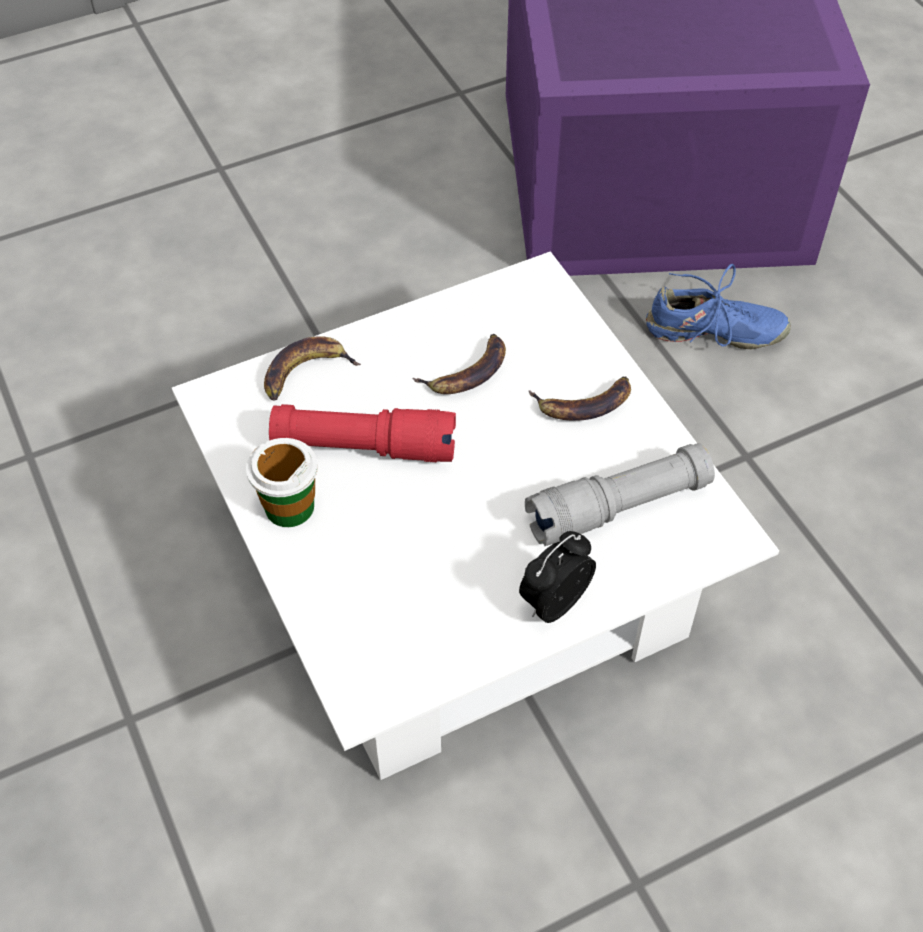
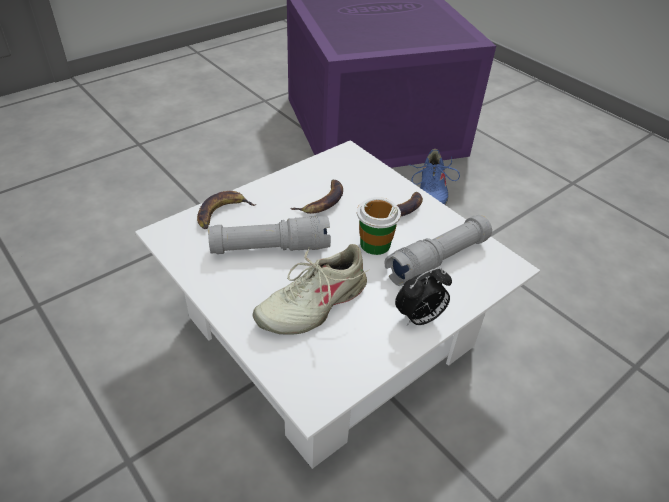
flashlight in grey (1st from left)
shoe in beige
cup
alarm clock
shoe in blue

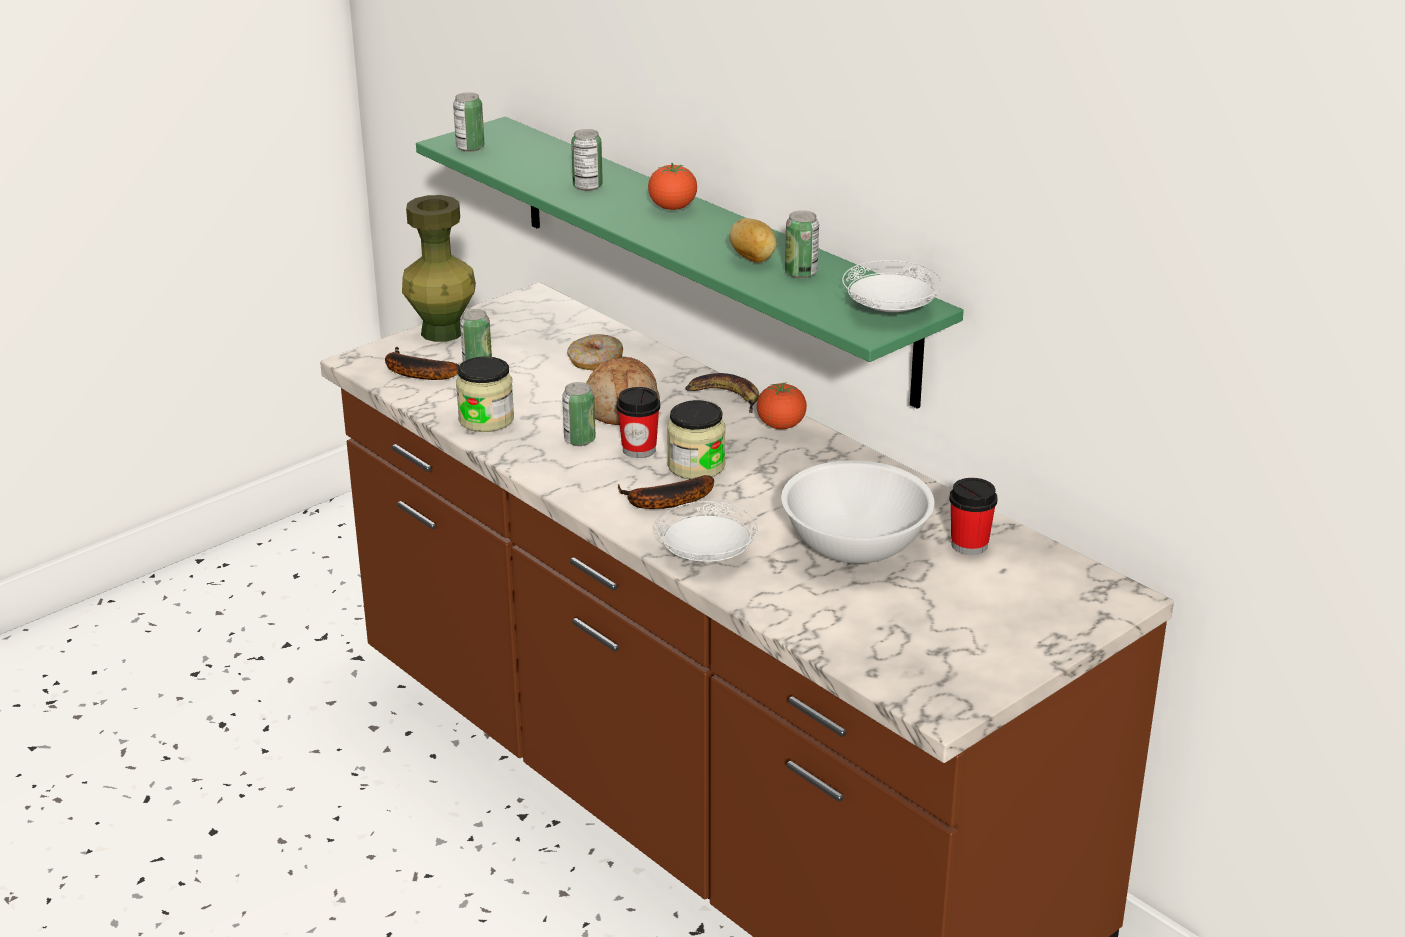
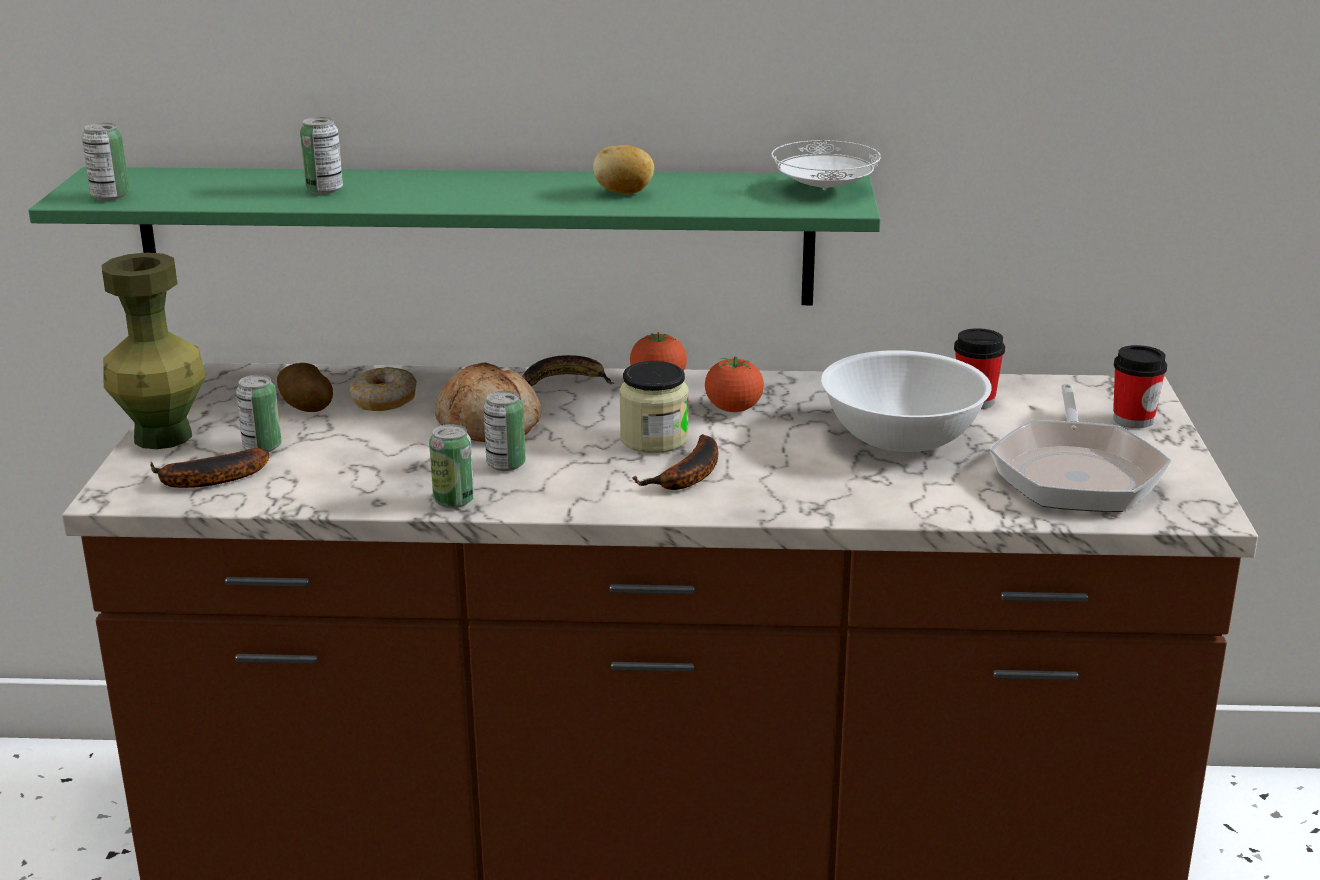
potato (1st from left)
can (4th from left)
tomato (2nd from left)
frying pan
cup (2nd from left)
jar (1st from left in the first image)
plate in white (1st from left in the first image)

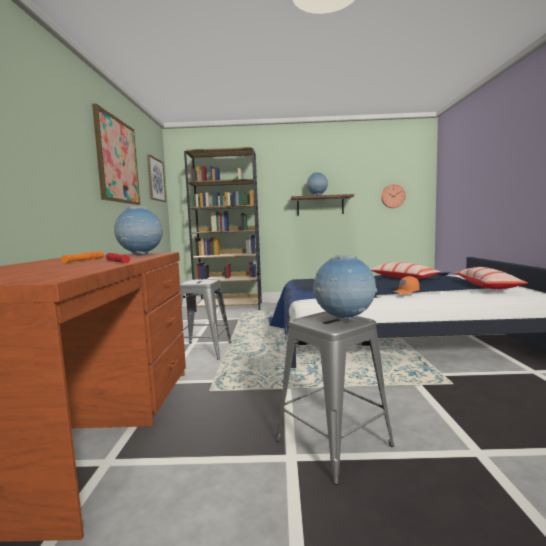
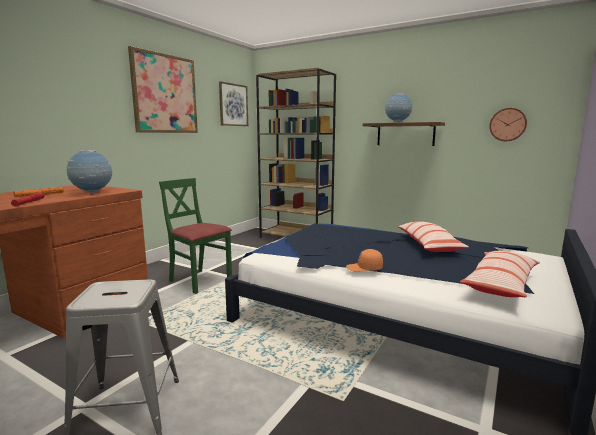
chair in green
globe (3rd from left in the first image)

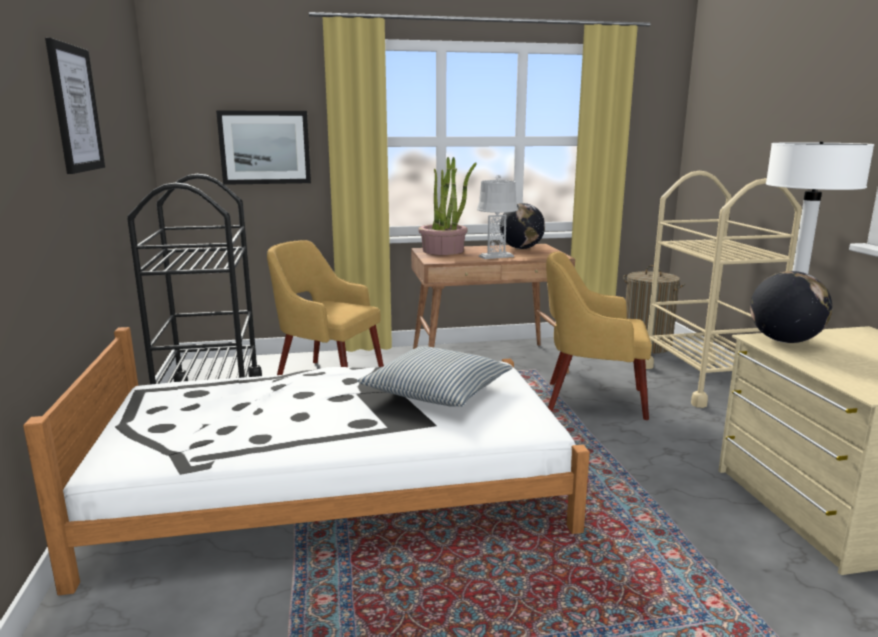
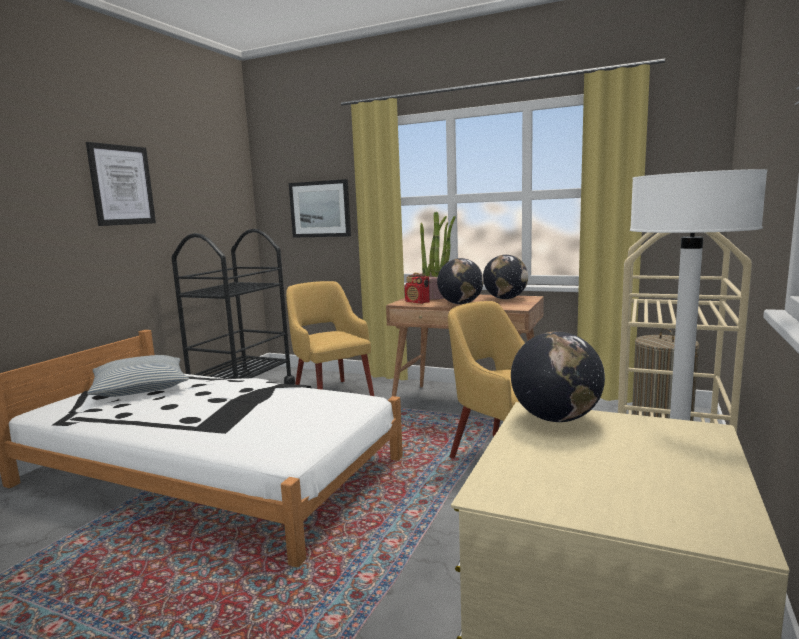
pillow
radio
globe (1st from left)

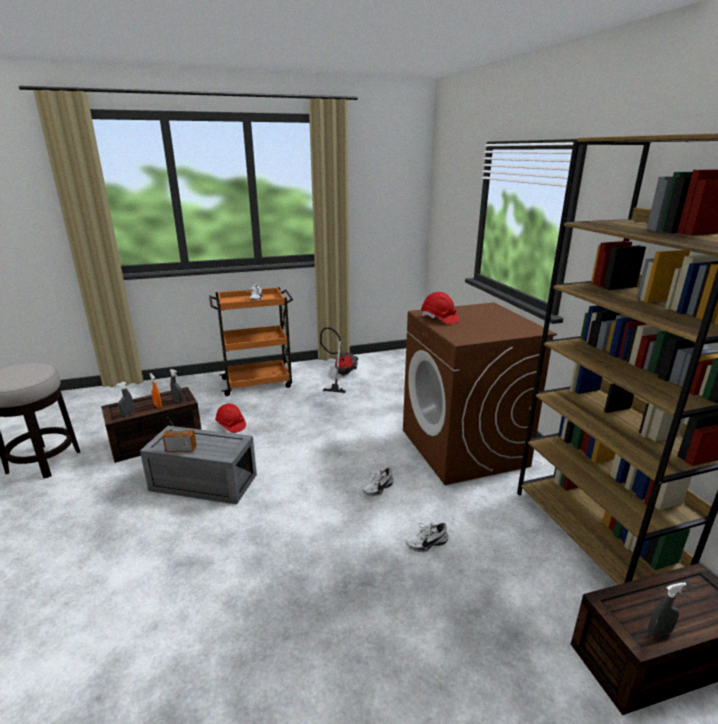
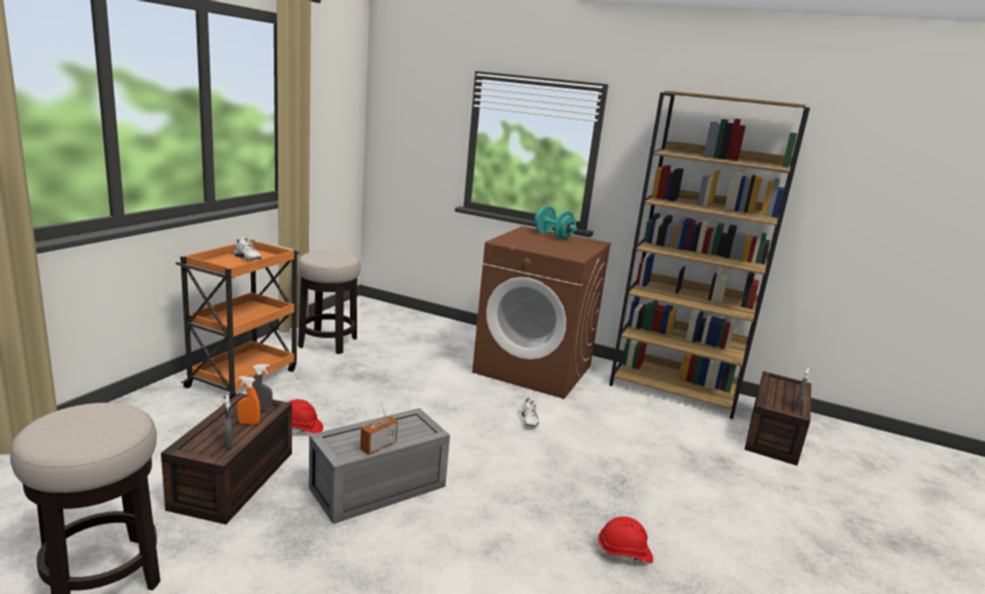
stool (2nd from left)
dumbbell in turquoise
hard hat in red (2nd from left)
shoe in white (3rd from left in the first image)

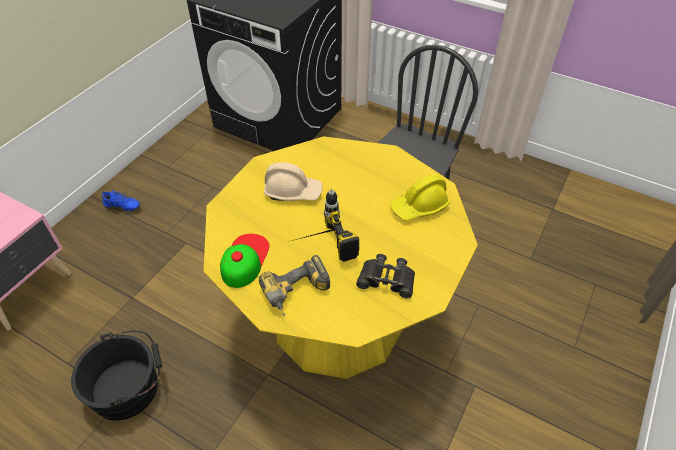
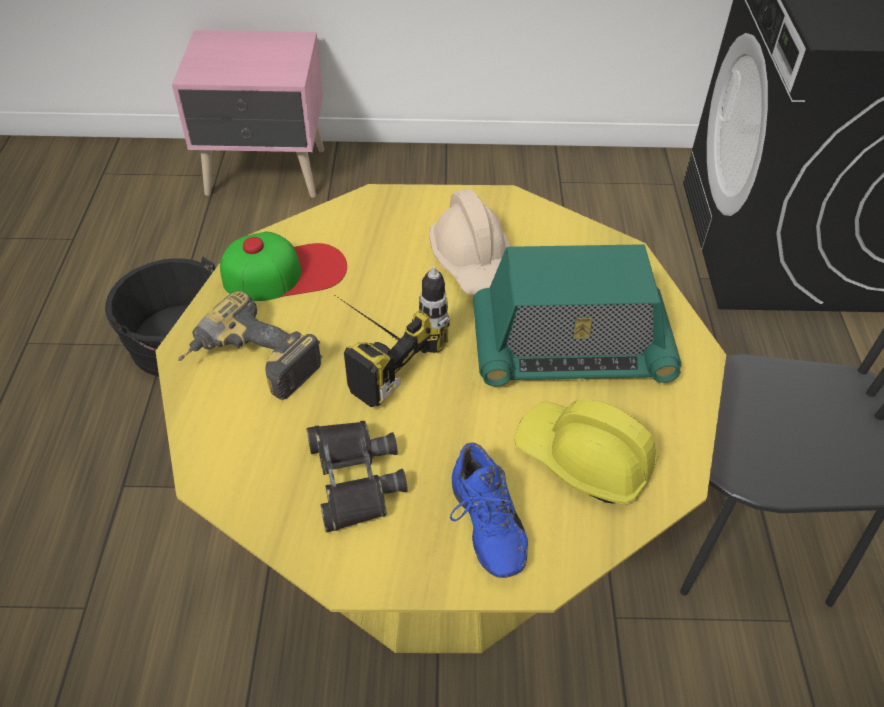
shoe in blue
radio

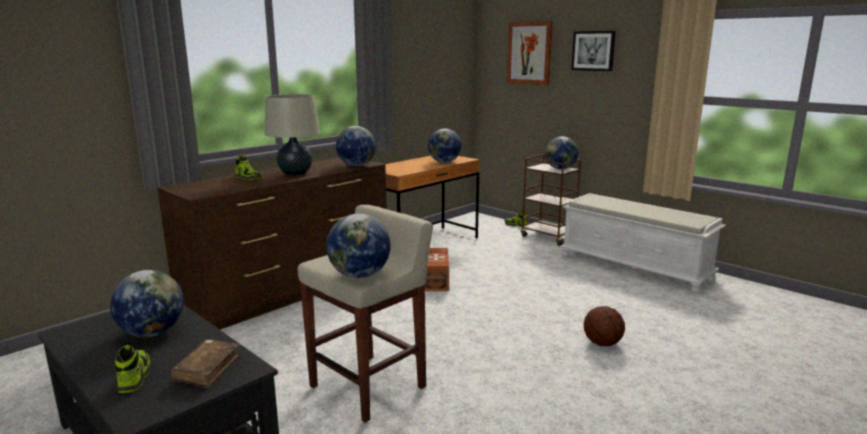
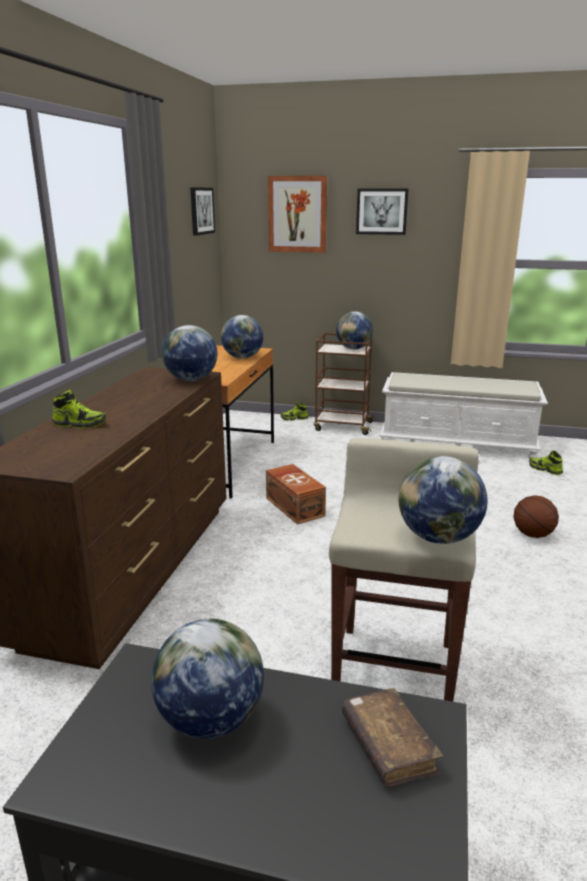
picture (1st from left)
shoe (3rd from left)
table lamp in beige

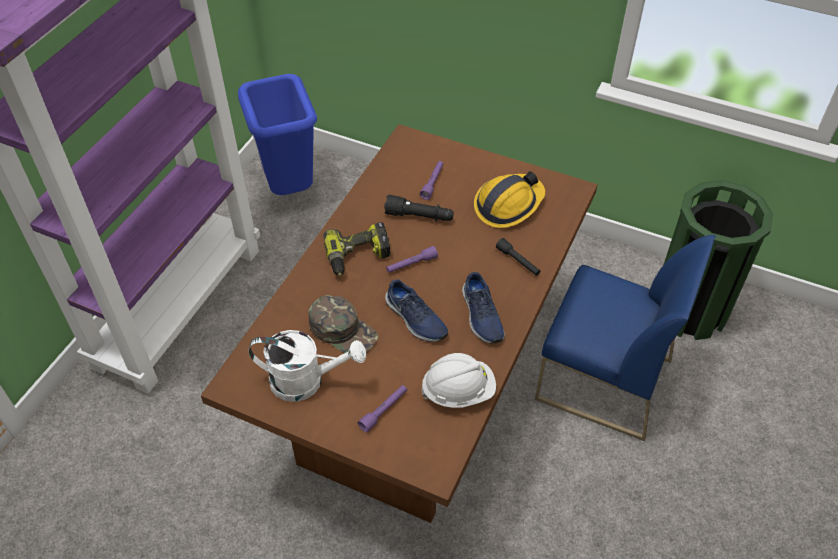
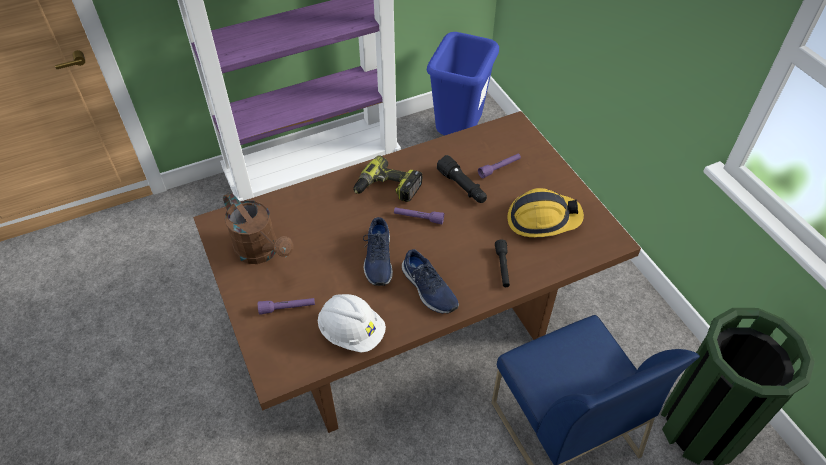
watering can in brown
shoe in blue (2nd from left)
cap in green

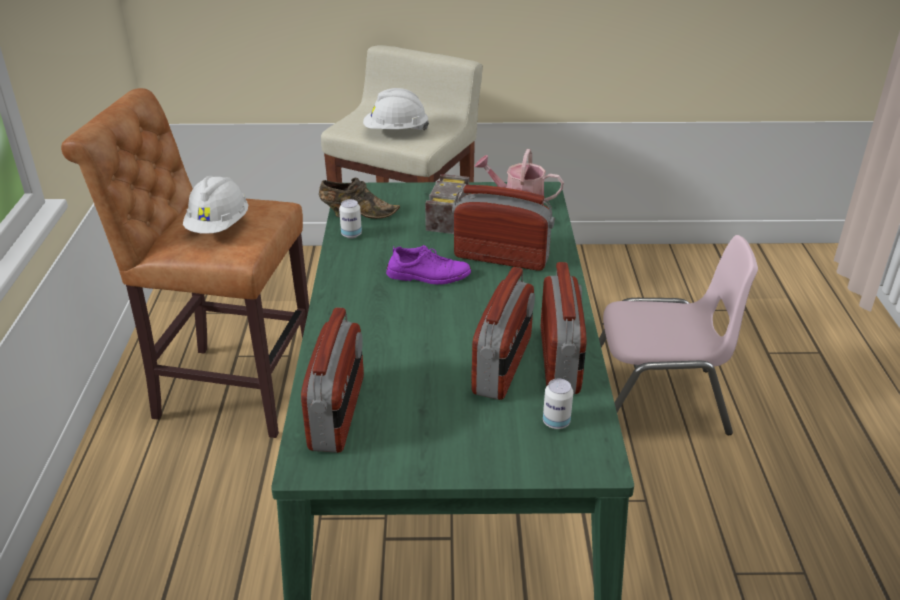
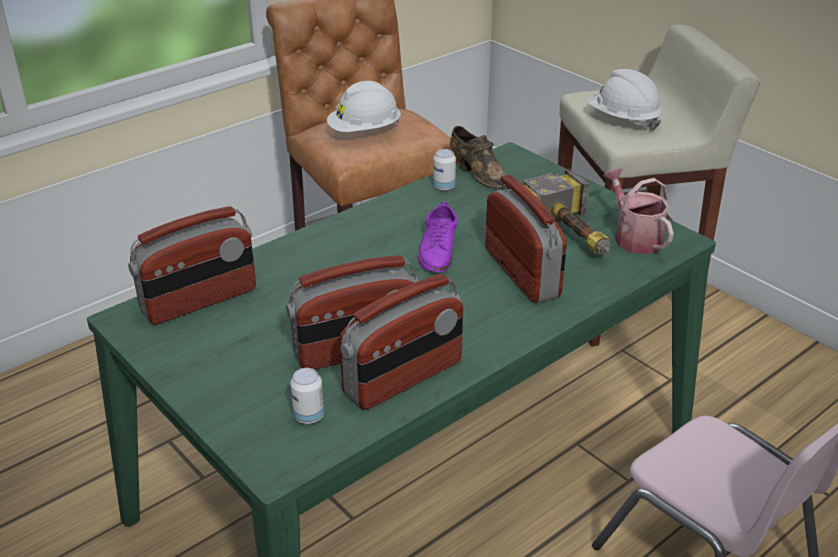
shoe in purple

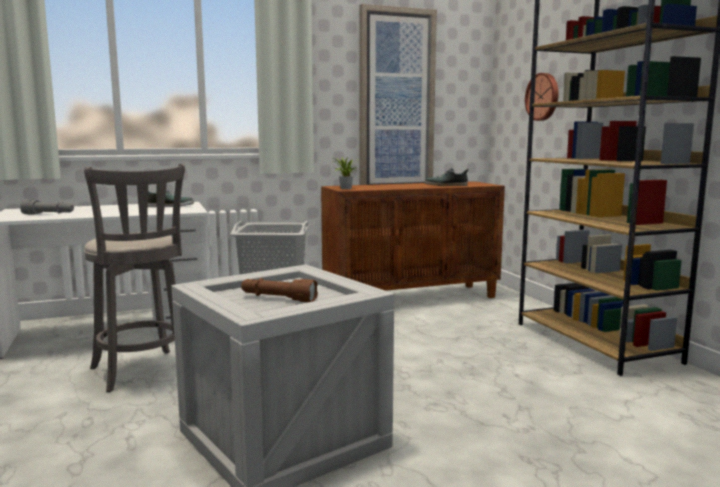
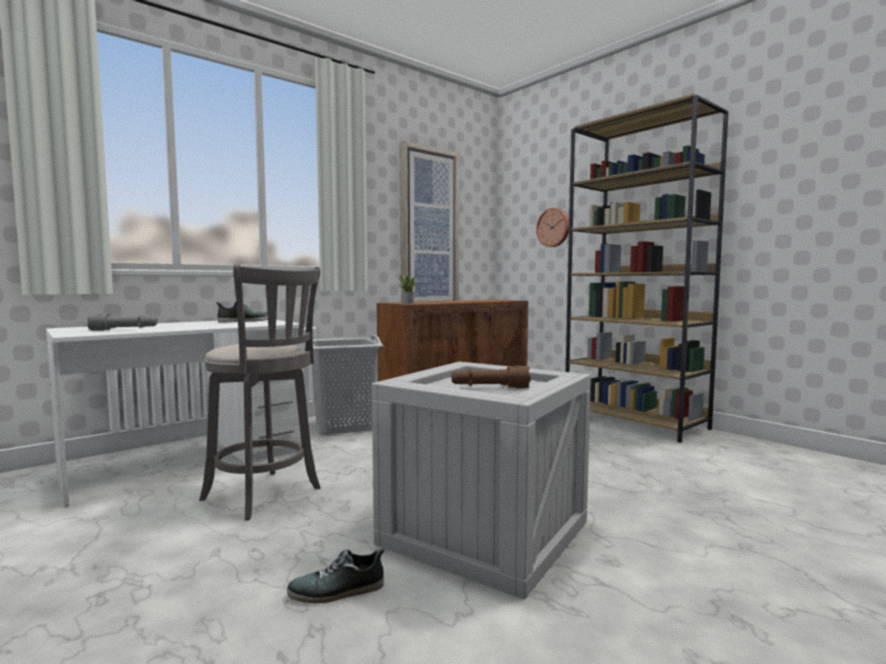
shoe (2nd from left)

